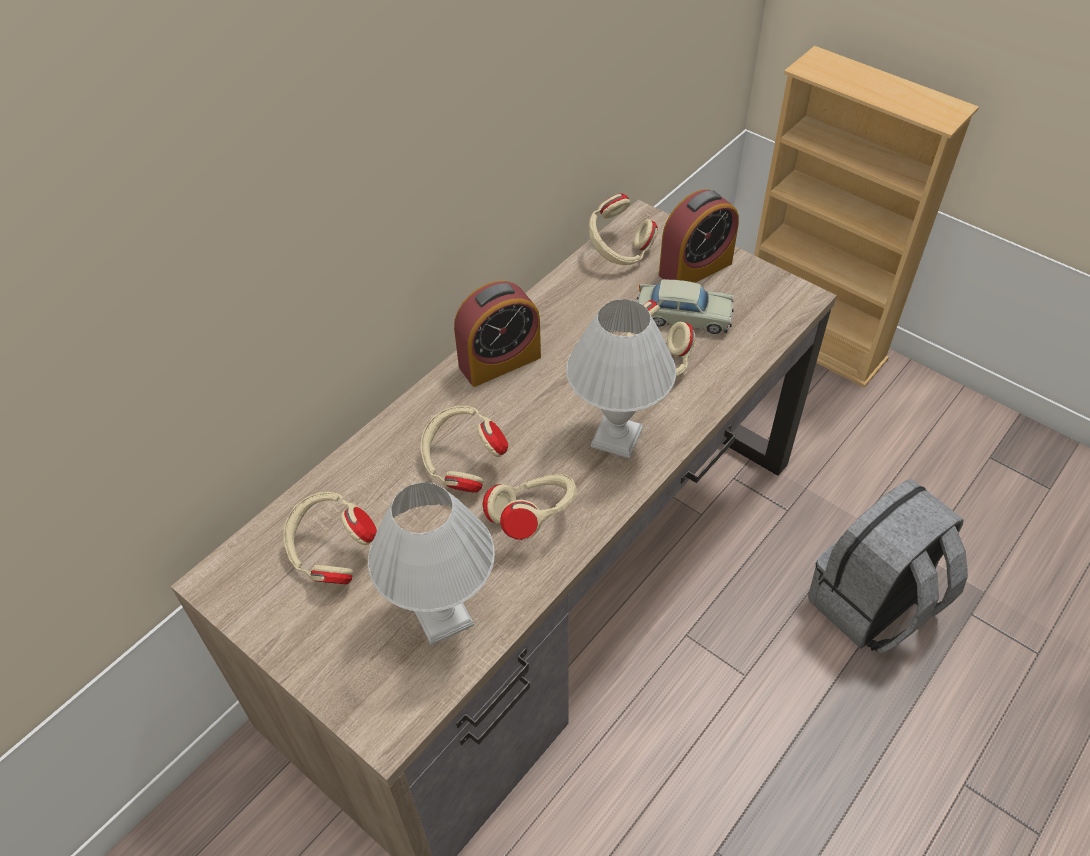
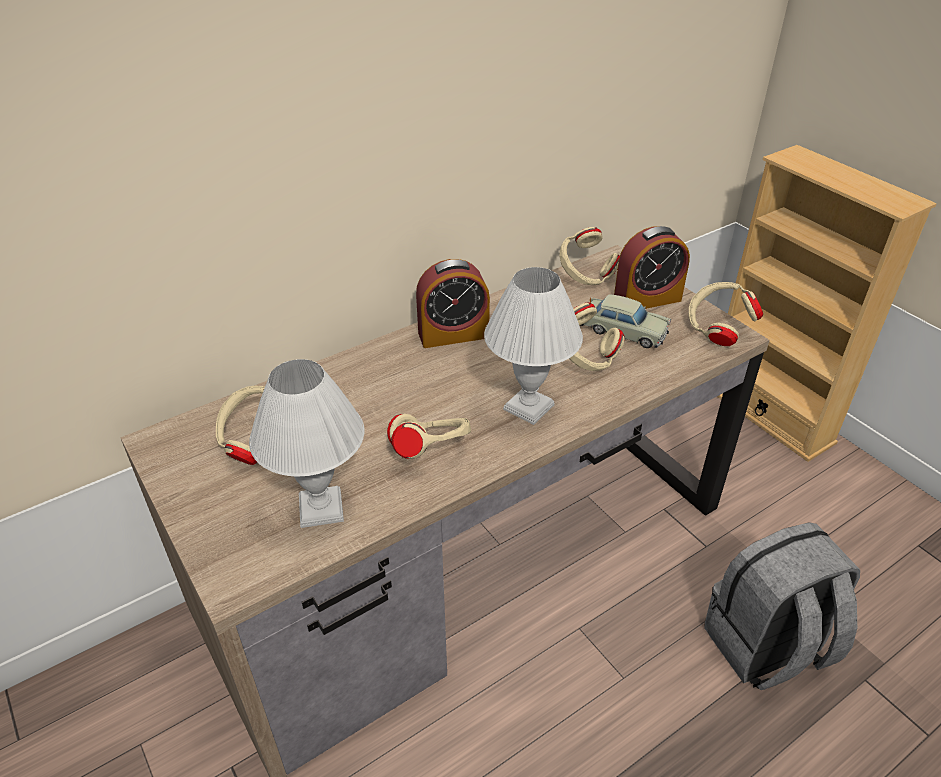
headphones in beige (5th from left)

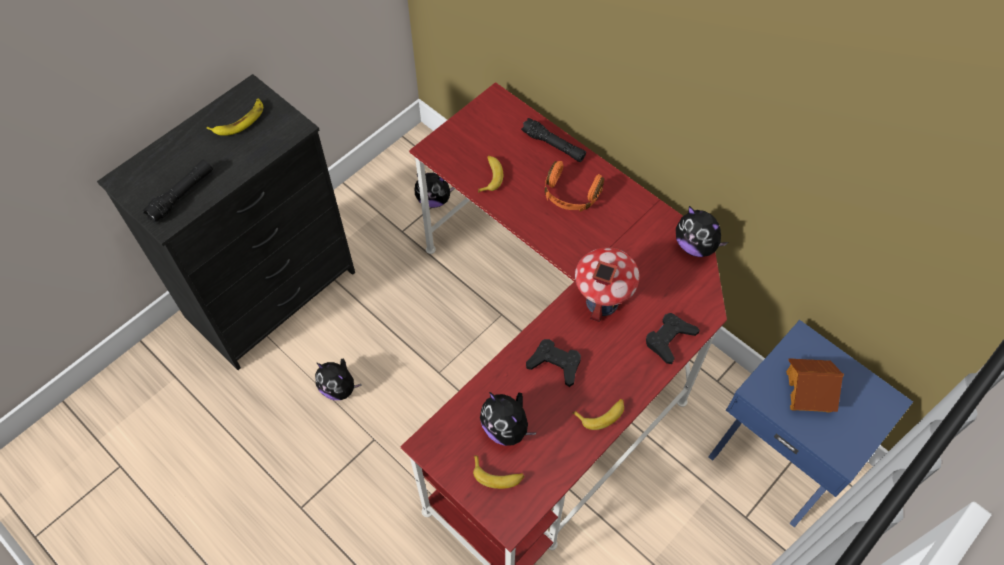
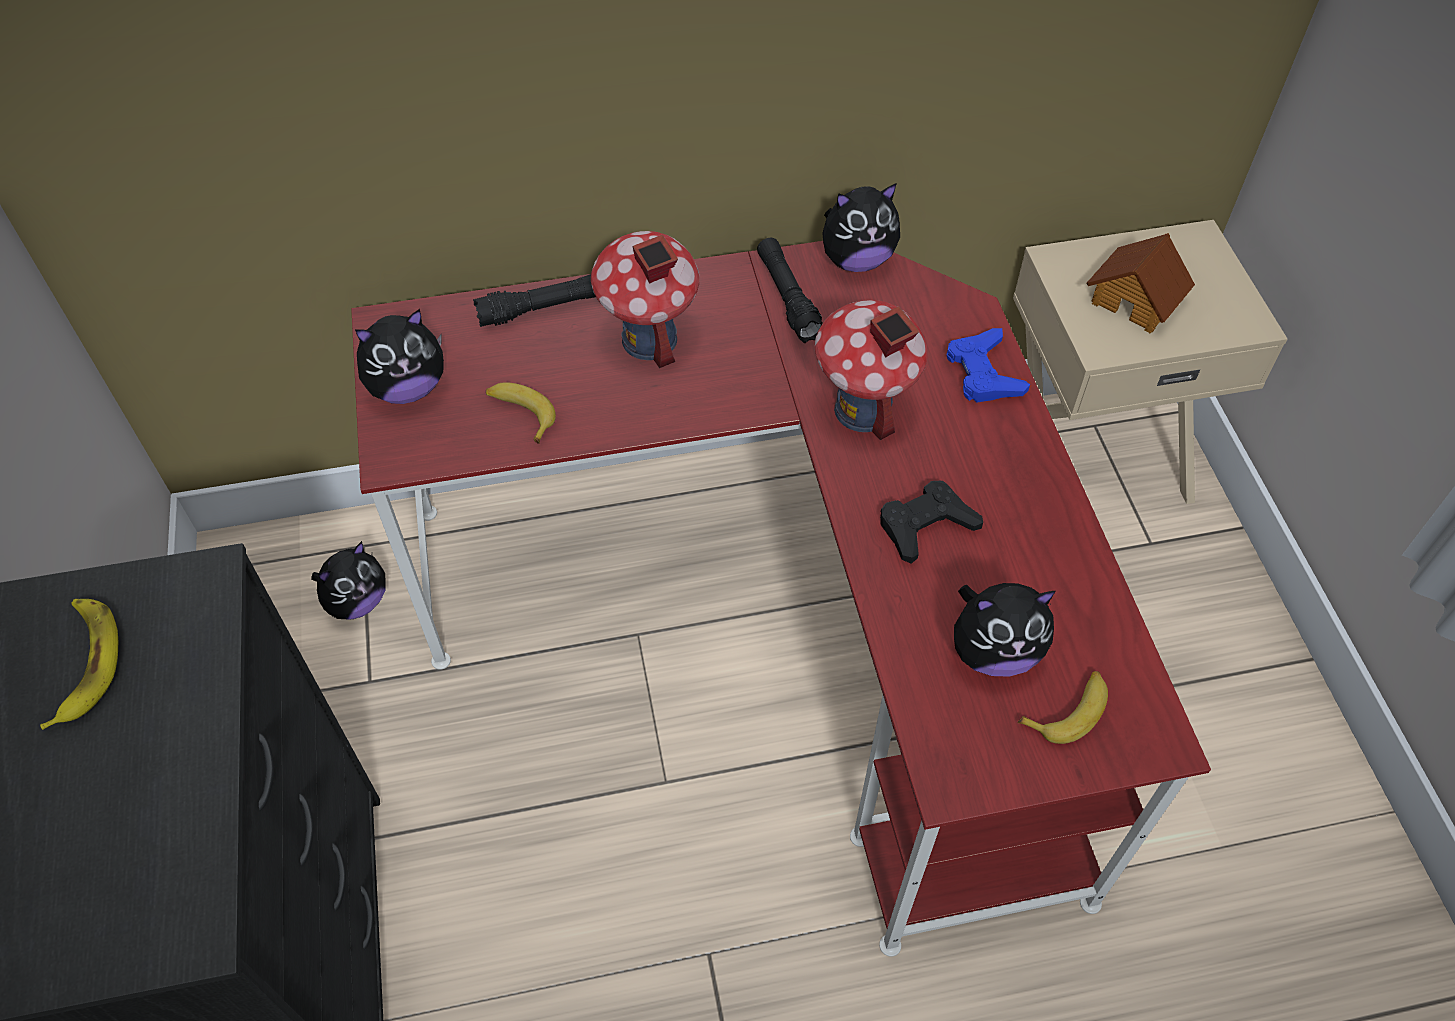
plush toy (2nd from left)
toy house (1st from left)
flashlight in black (2nd from left)
game controller in blue
nightstand in beige
banana (4th from left in the first image)

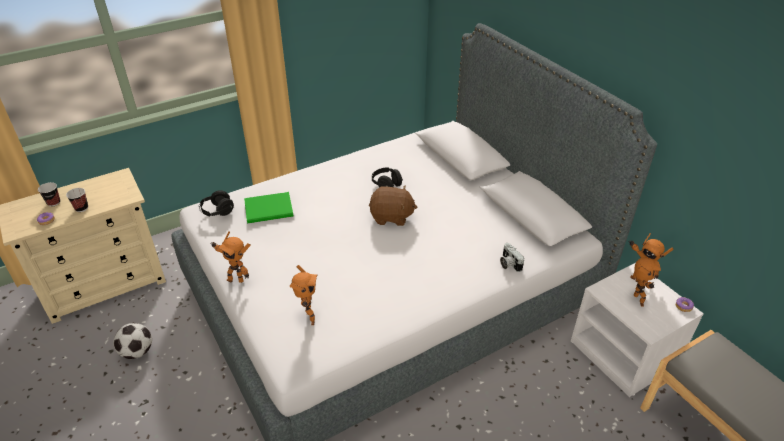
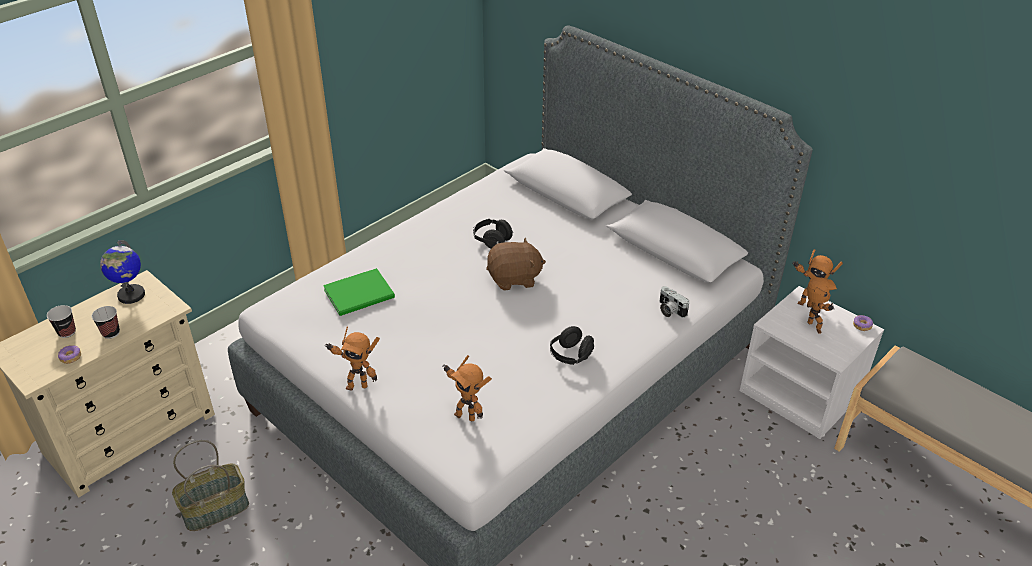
globe
basket
toy robot (2nd from left)
headphones in black (2nd from left)

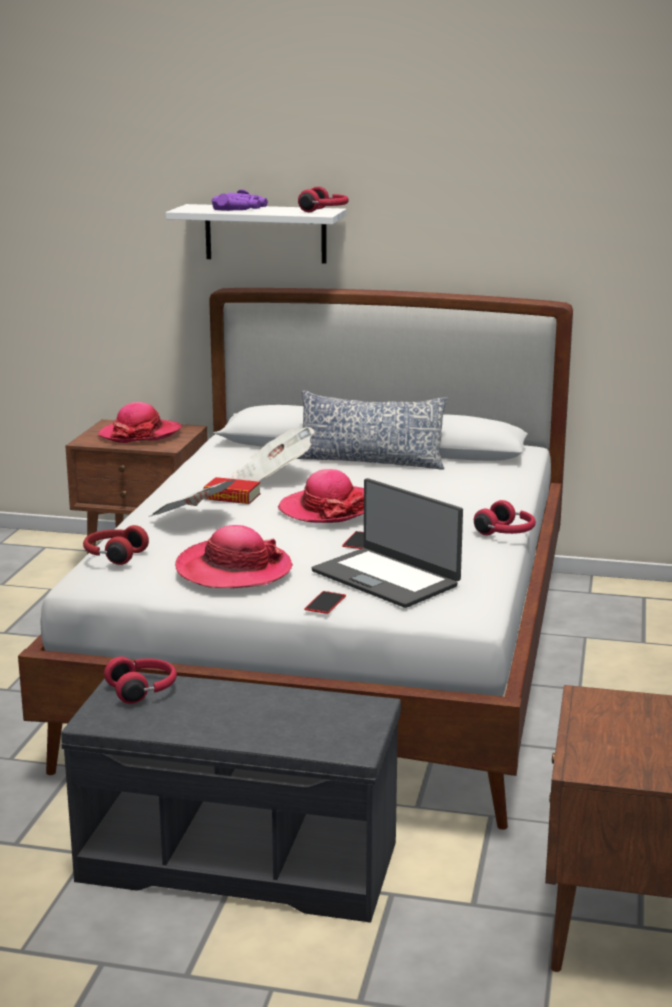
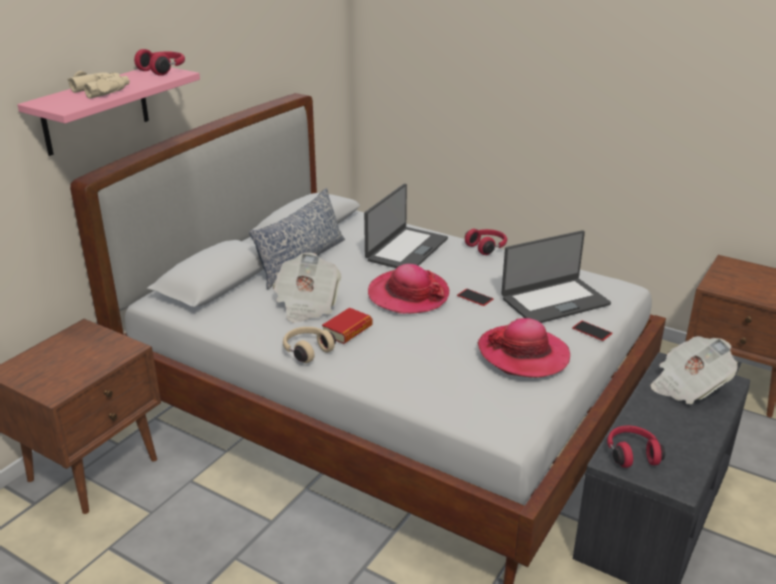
shelf in pink
binoculars in beige
headphones in beige
laptop (1st from left)
newspaper (2nd from left)
headphones in red (1st from left in the first image)
hat (1st from left in the first image)

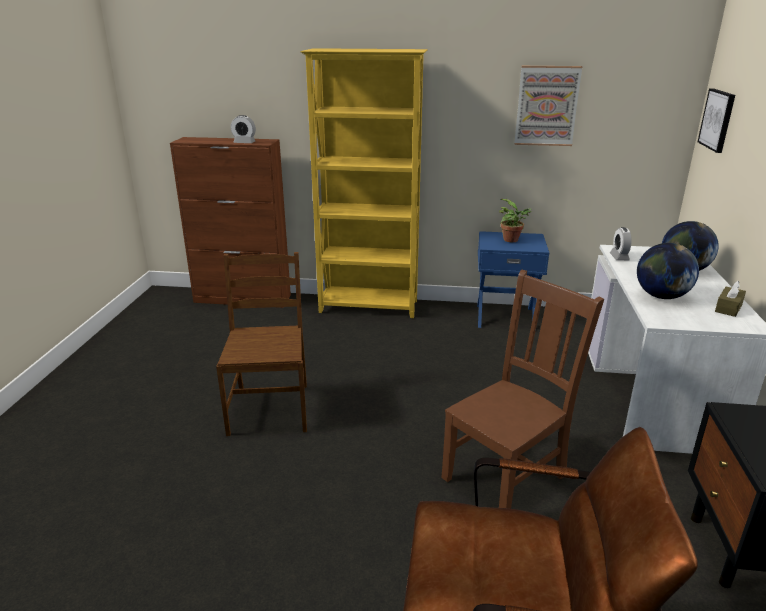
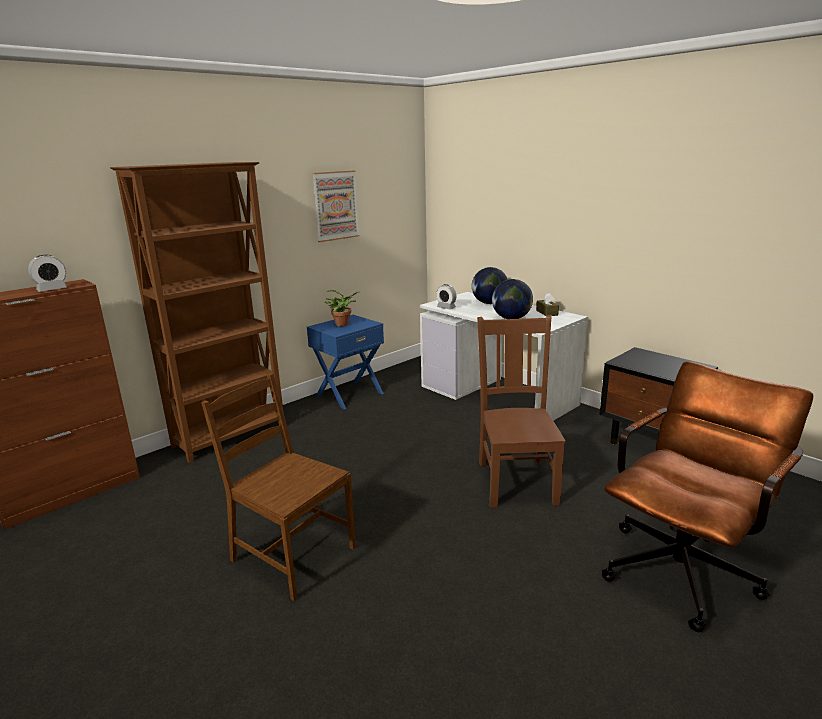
bookcase in brown
picture (2nd from left in the first image)

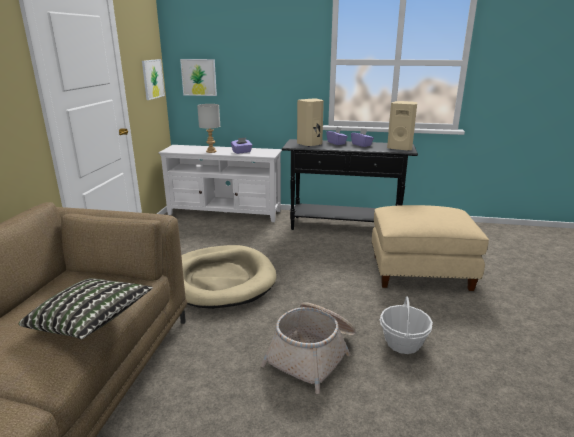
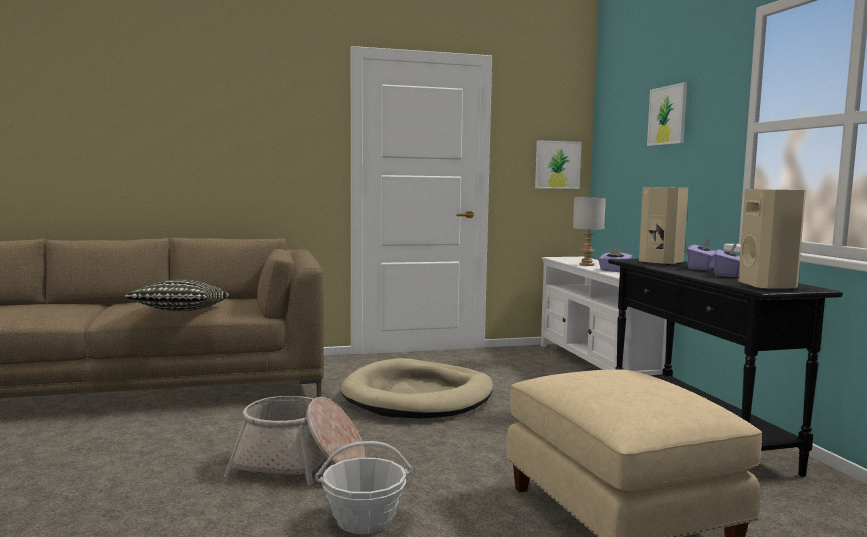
picture (2nd from left)

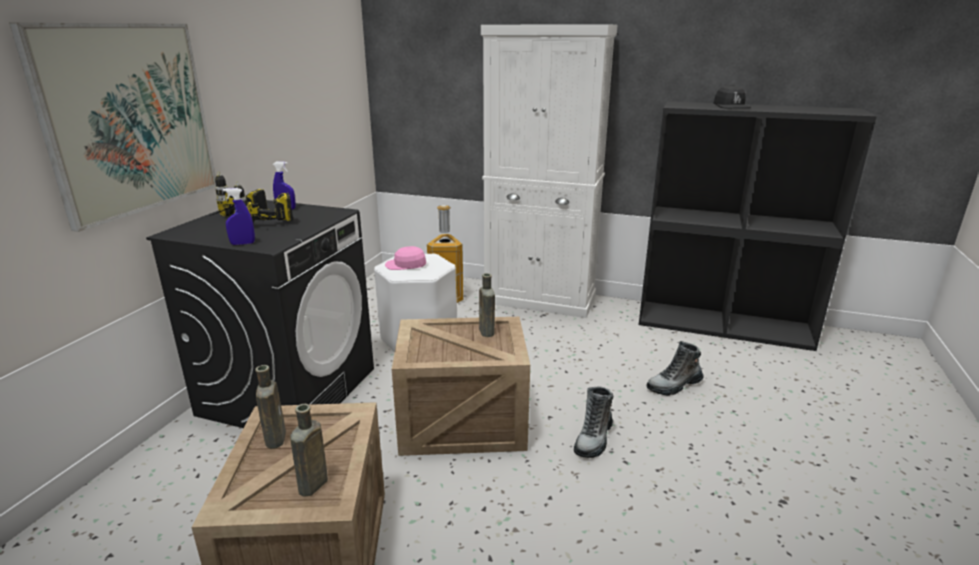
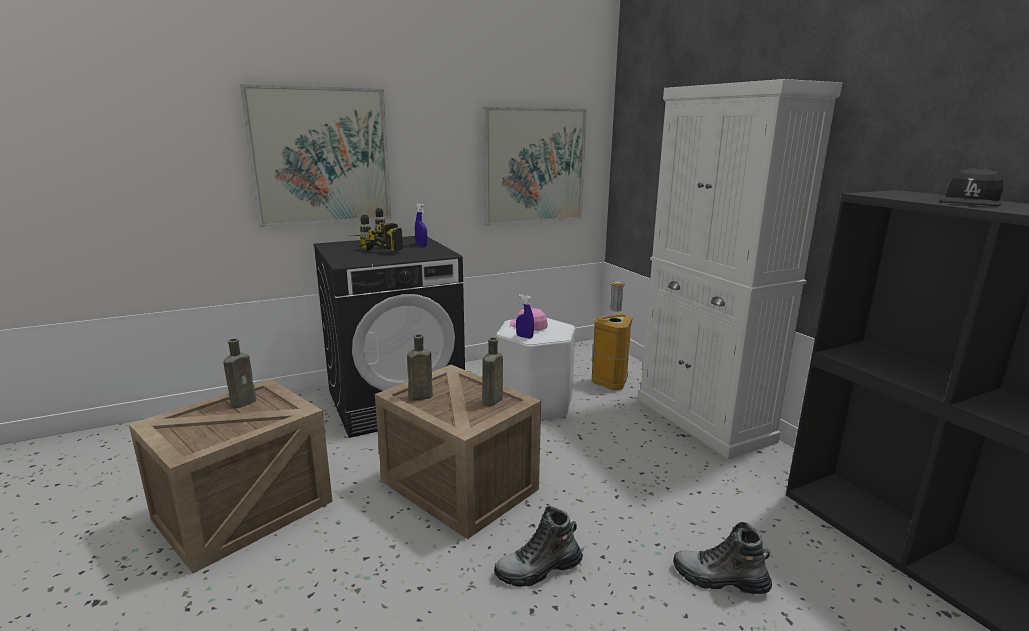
bottle in brown (2nd from left)
picture (2nd from left)
spray bottle in blue (2nd from left)

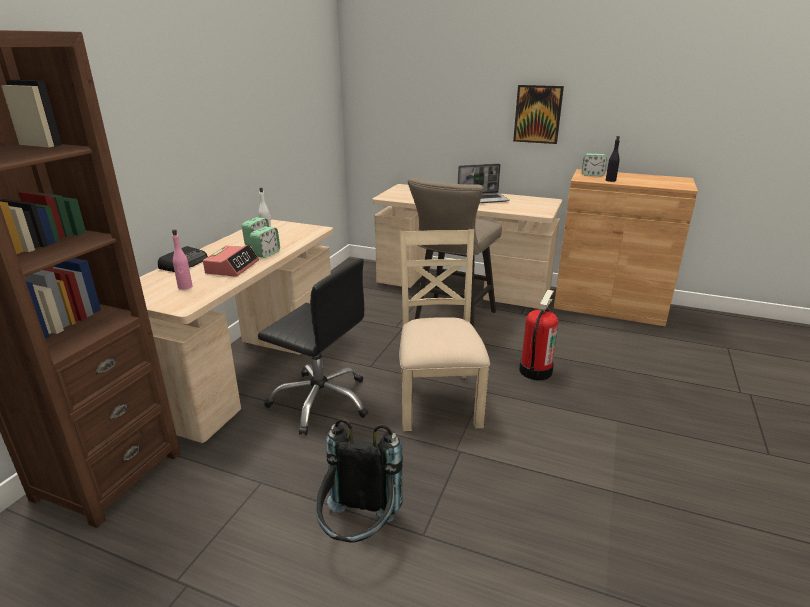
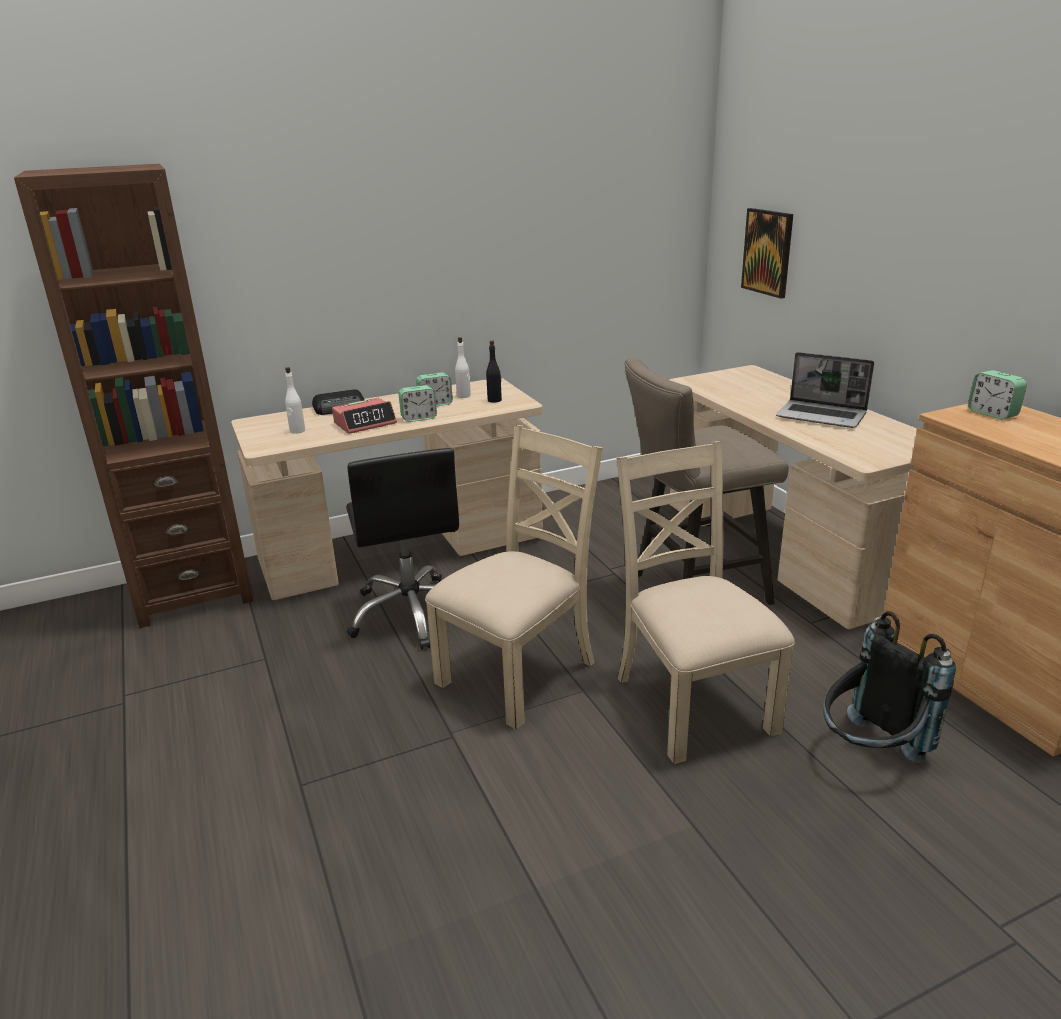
bottle in white (1st from left)
bottle in black
chair in beige (2nd from left)
picture
backpack in black

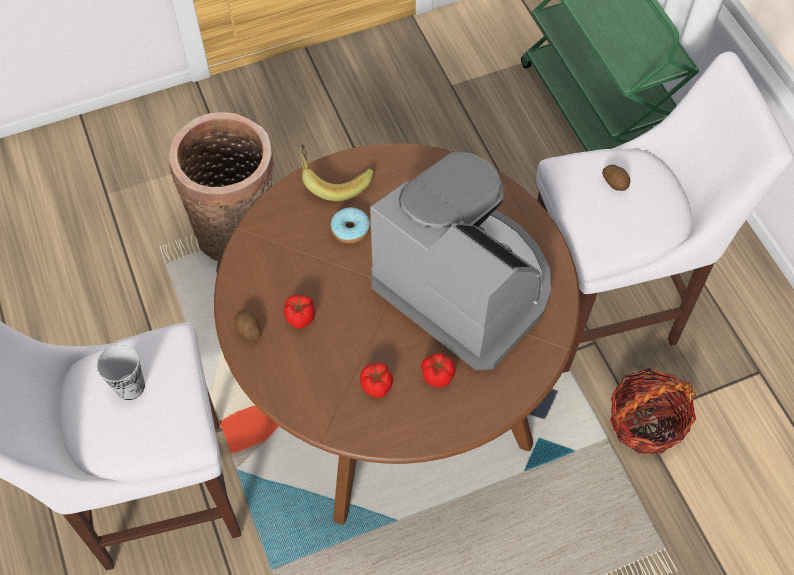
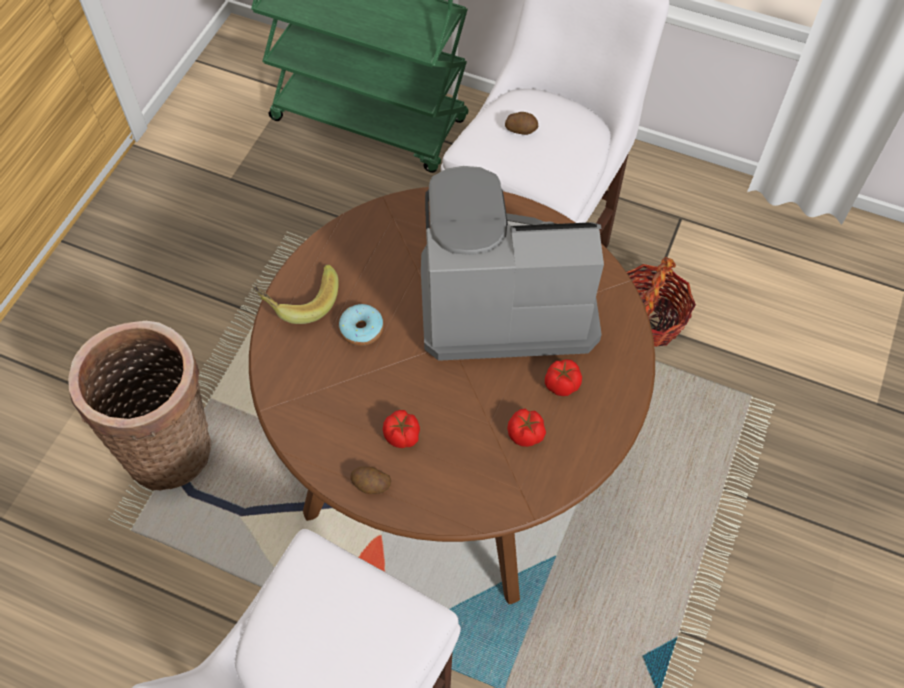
cup

